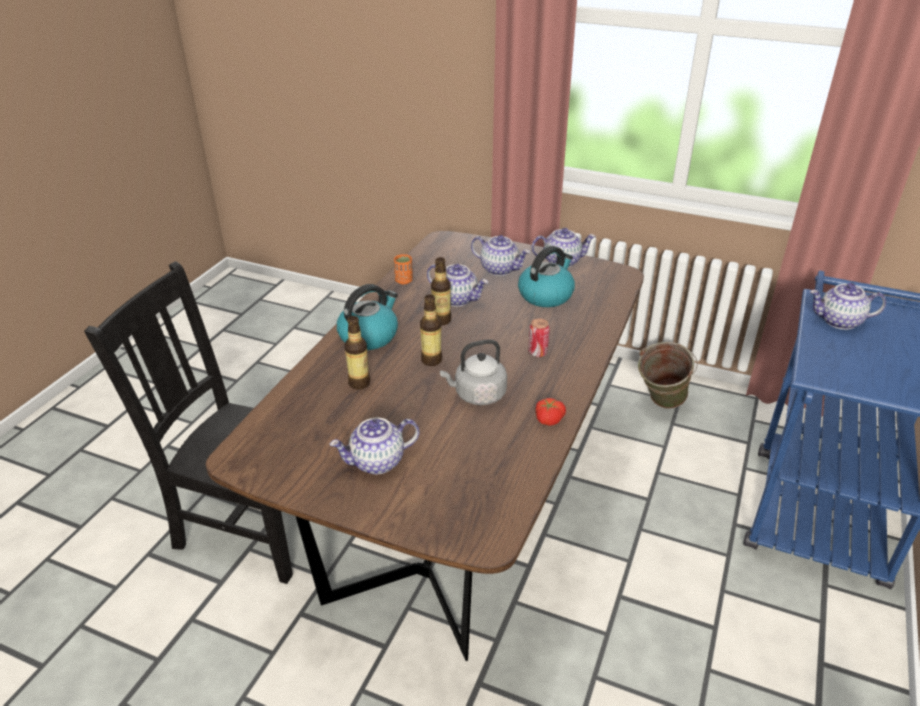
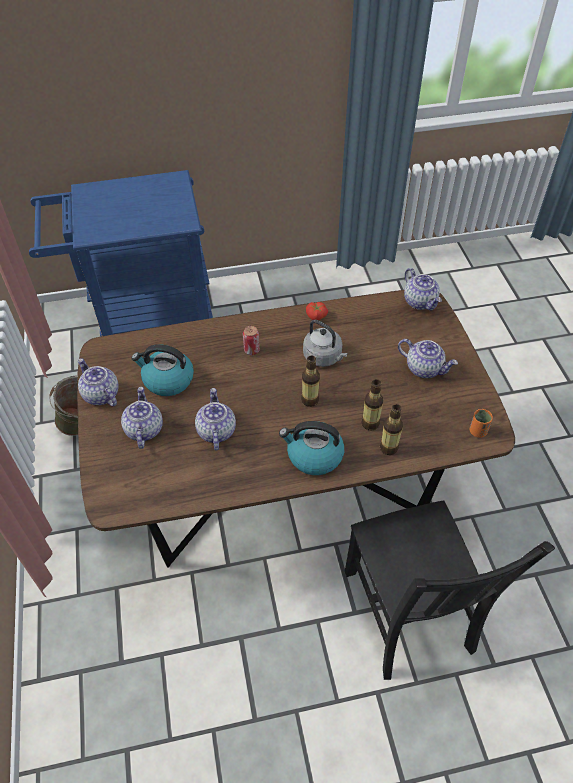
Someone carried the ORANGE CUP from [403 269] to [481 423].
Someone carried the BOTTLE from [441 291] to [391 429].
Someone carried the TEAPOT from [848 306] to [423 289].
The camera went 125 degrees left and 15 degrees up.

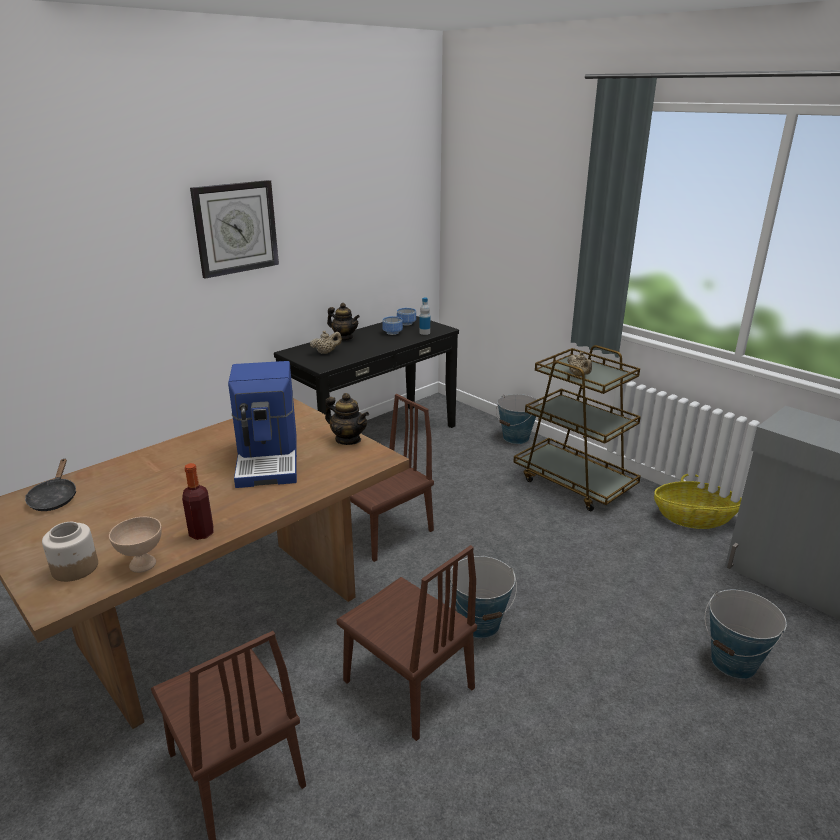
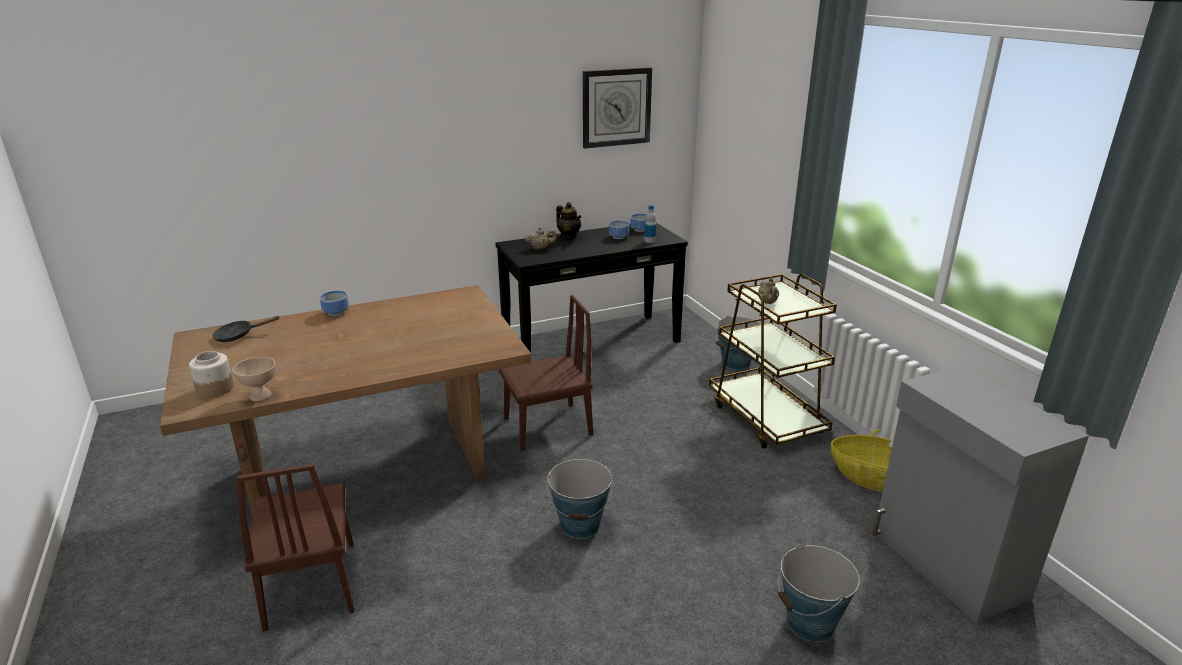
Someone carried the WALL CLOCK from [234 229] to [617 107].
Someone took away the COFFEE MACHINE at [262 424].
Someone took away the TEAPOT at [347 419].
Someone rotated the BLACK FRYING PAN at [50 484] by 60 degrees clockwise.
Someone took away the BOTTLE at [198 501].
Someone took away the BROWN CHAIR at [406 643].
Someone put down the BOWL at [334 303].
The camera went 20 degrees right and 0 degrees up.

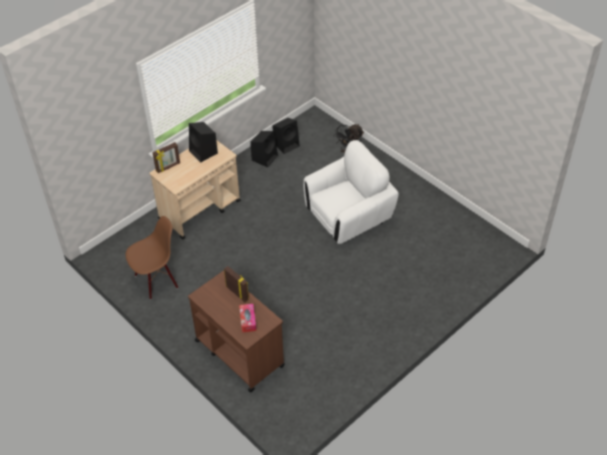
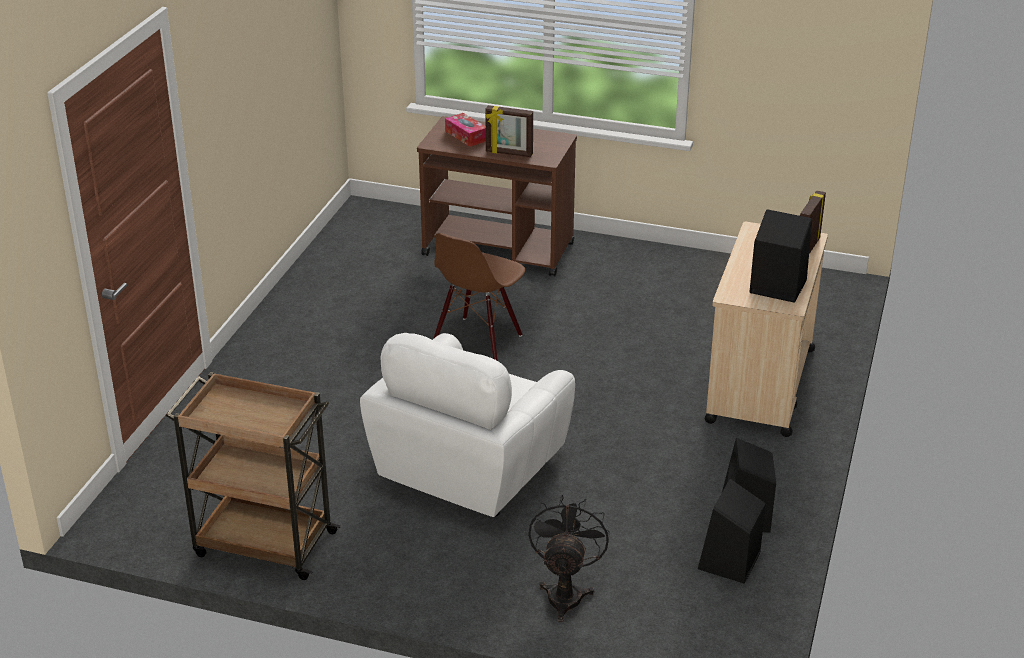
Someone carried the BROWN CHAIR from [152 257] to [479 297].
Someone put down the BROWN CART at [253 476].
The camera went 150 degrees right and 15 degrees down.

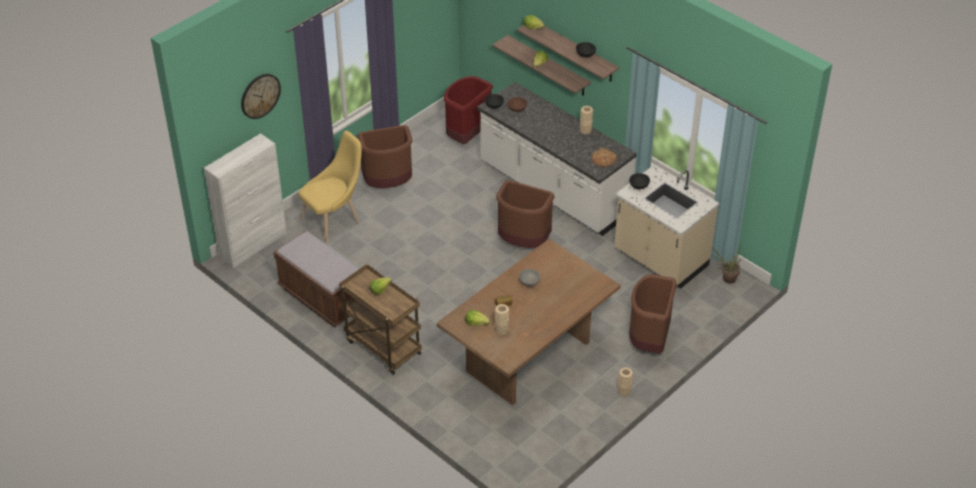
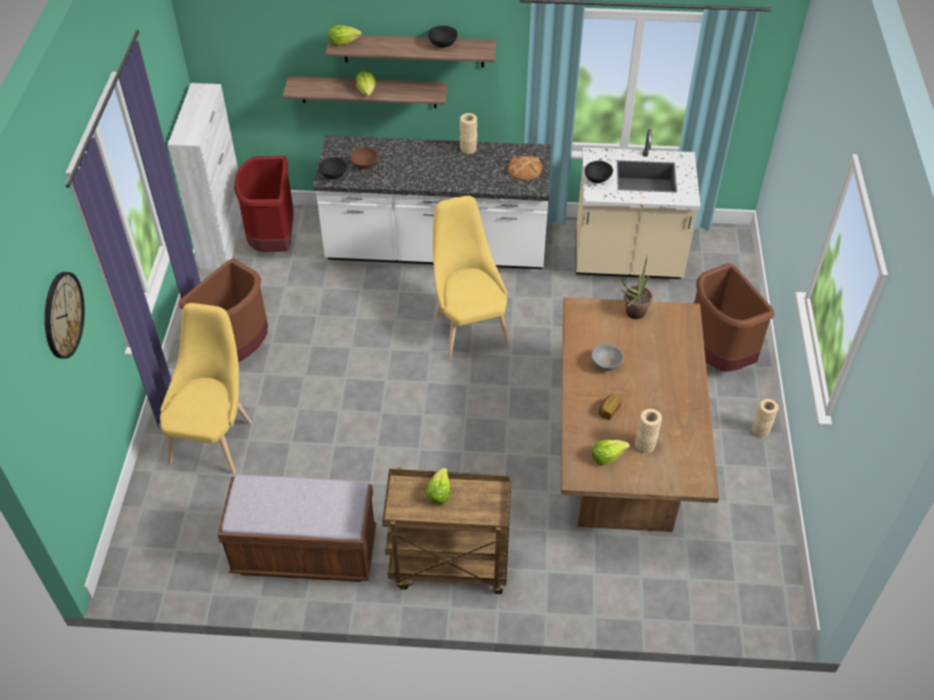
Someone carried the WHITE CABINET from [245 200] to [205 176].
Someone swapped the BROWN TRASH CAN at [525 214] for the YELLOW CHAIR at [471 277].
Someone carried the POTTED PLANT from [727 264] to [637 288].
The camera went 40 degrees left and 5 degrees up.

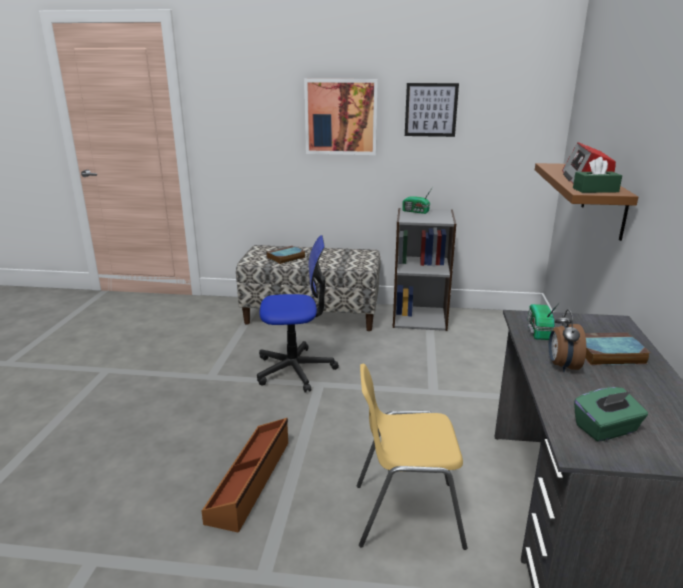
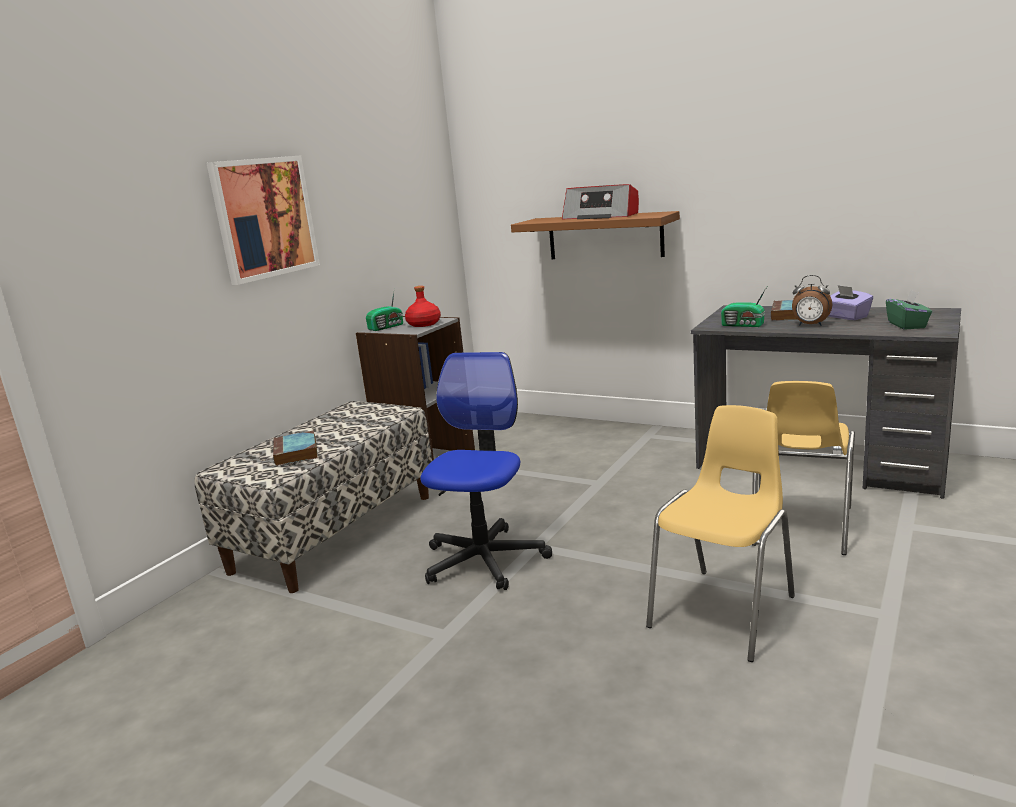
Someone took away the PICTURE at [432 110].
Someone took away the GREEN TISSUE BOX at [597 175].
Someone swapped the BROWN STORAGE BOX at [245 475] for the YELLOW CHAIR at [720 533].
Someone put down the PURPLE TISSUE BOX at [851 302].
Someone put down the RED BOTTLE at [423 306].
The camera went 65 degrees left and 5 degrees down.

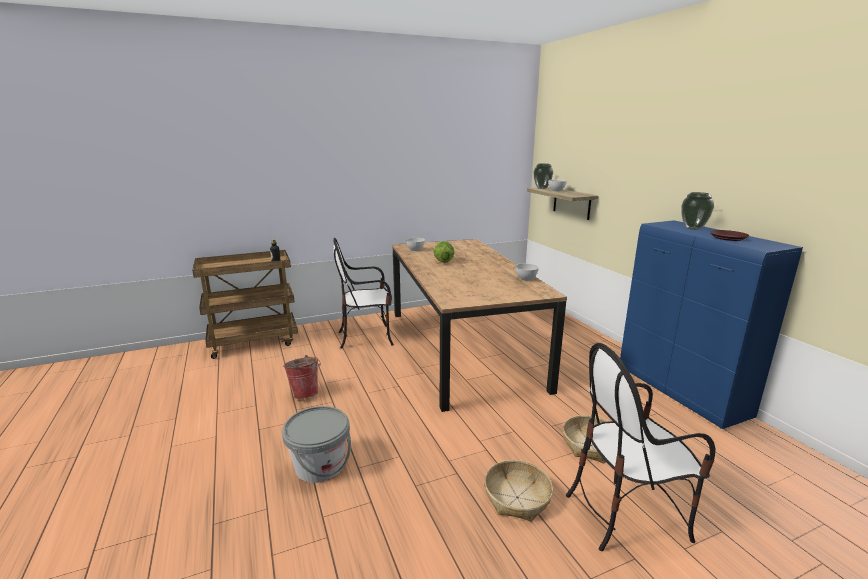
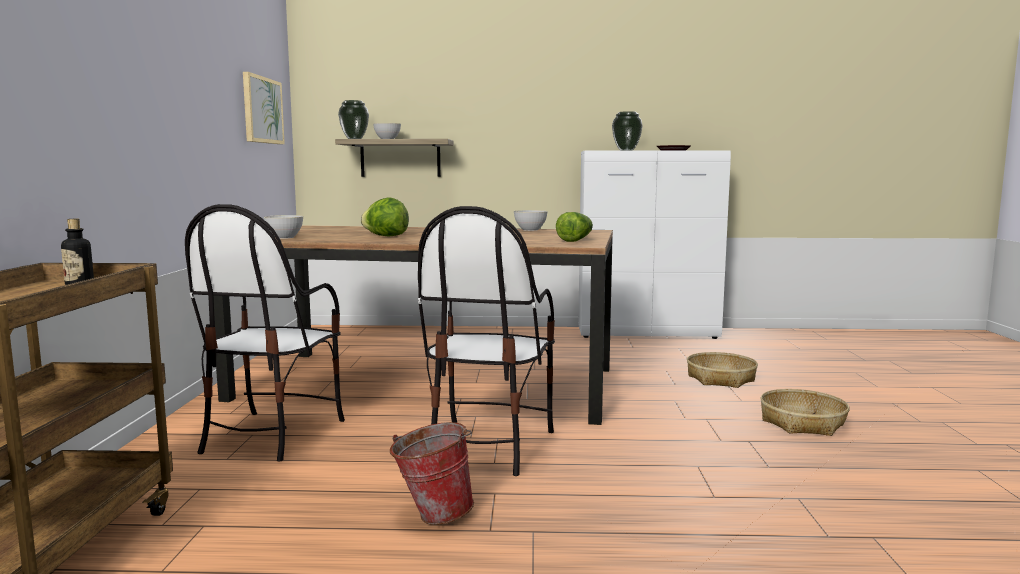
Someone repainted the BLUE CABINET at [711 324], which became the WHITE CABINET at [654 244].
Someone carried the CHAIR from [640 447] to [486 341].
Someone took away the GREY BUCKET at [316 444].
Someone put up the PICTURE at [264 108].
Someone put down the LETTUCE at [574 227].
The camera went 65 degrees left and 10 degrees down.

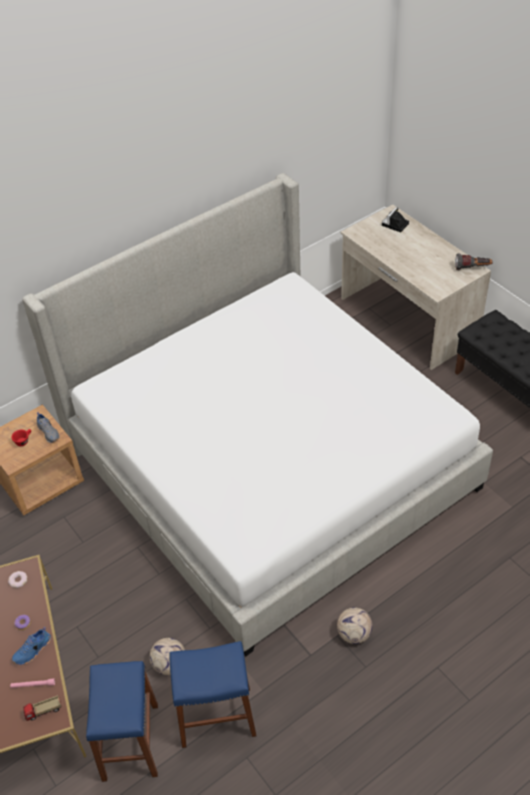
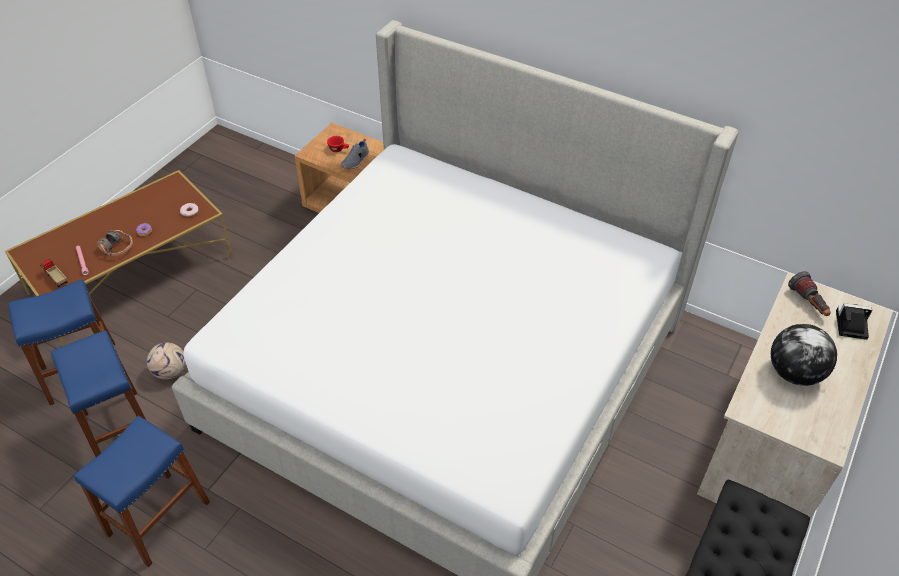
Someone carried the FLASHLIGHT from [474 261] to [809 293].
Someone took away the FOOTBALL at [354 625].
Someone swapped the BLUE SHOE at [31 646] for the HEADPHONES at [115 243].
Someone put down the GLOBE at [804 355].
Someone put down the BLUE STOOL at [142 491].
The camera went 65 degrees right and 0 degrees up.

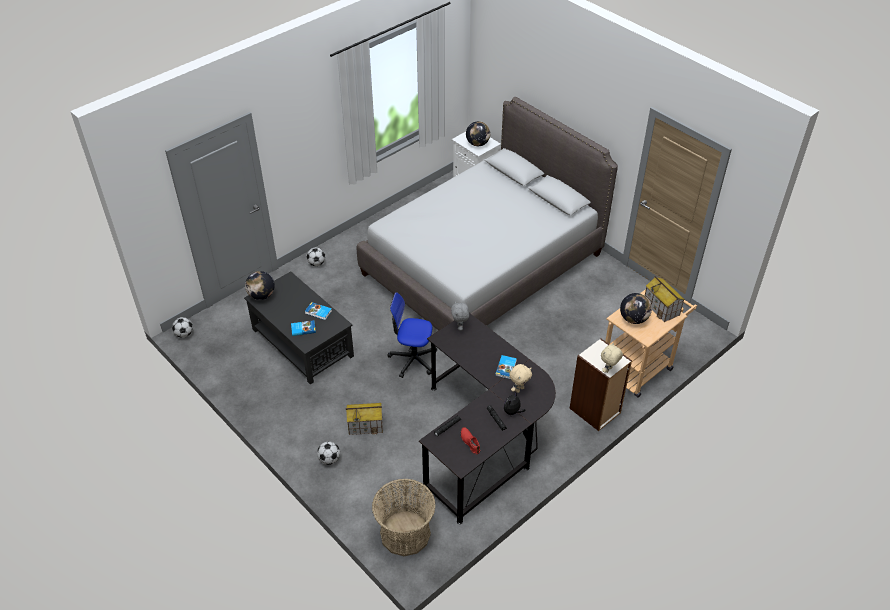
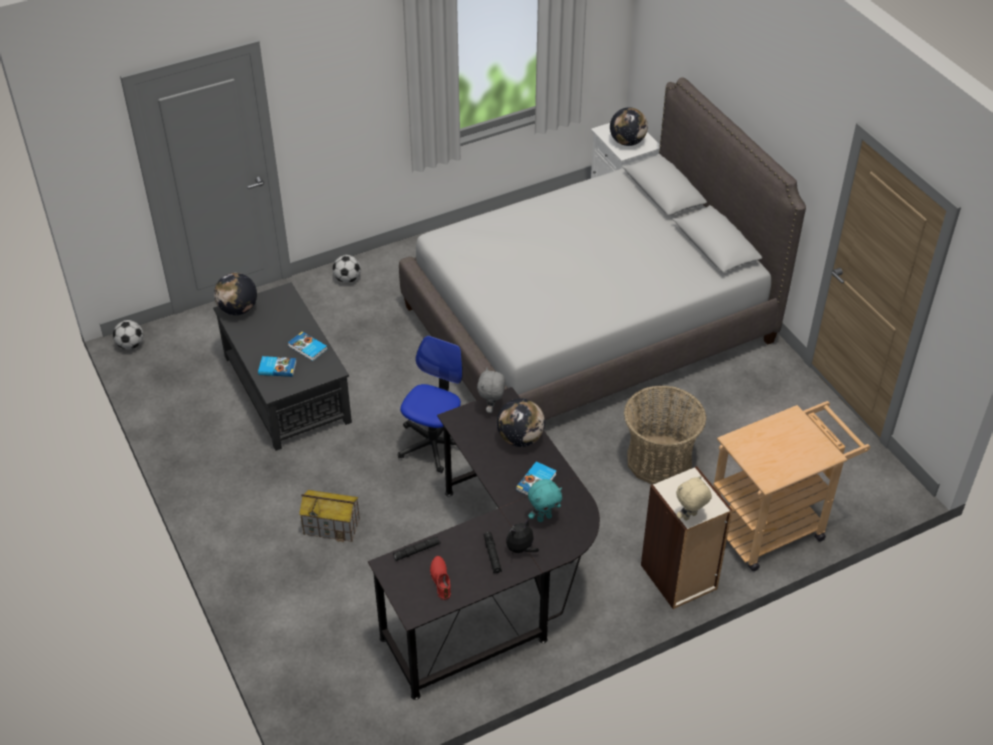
Someone took away the TOY HOUSE at [665 299].
Someone rotated the OFFICE CHAIR at [412 335] by 90 degrees clockwise.
Someone carried the GLOBE from [636 308] to [521 422].
Someone repainted the BEIGE PLUSH TOY at [520 378], which became the TURQUOISE PLUSH TOY at [545 500].
Someone took away the FOOTBALL at [328 453].
Someone carried the BASKET from [404 517] to [665 434].
The camera went 15 degrees right and 0 degrees up.

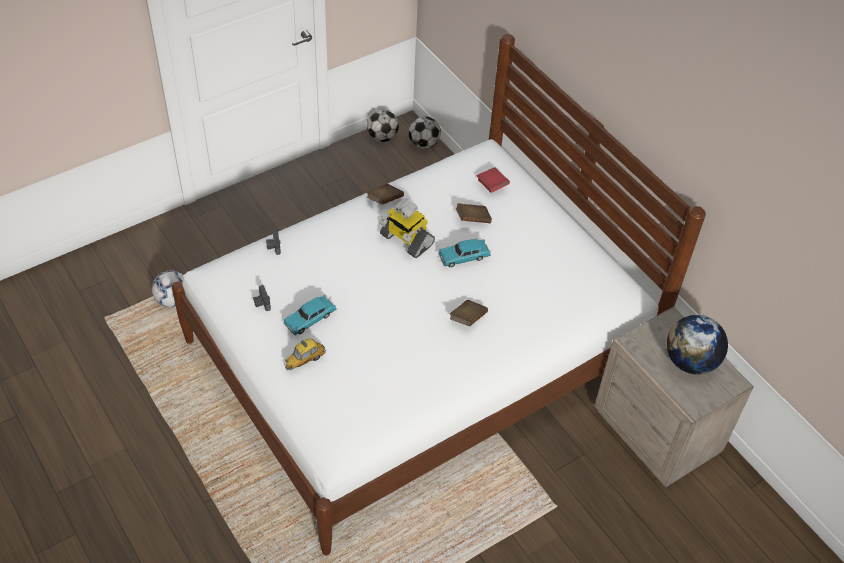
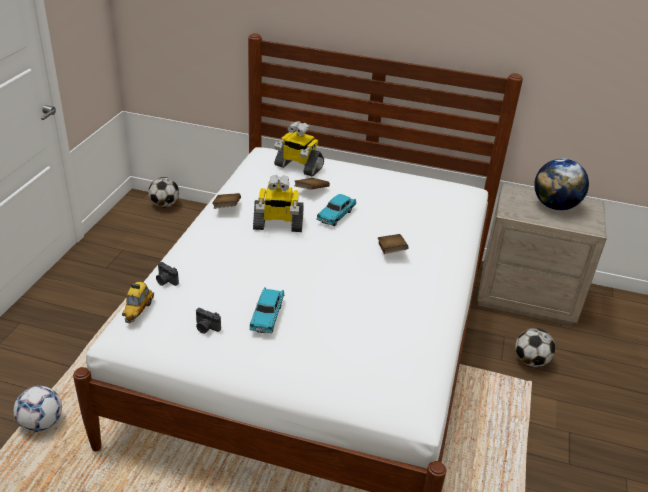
Someone carried the FOOTBALL from [383 125] to [535 347].
Someone swapped the RED BOOK at [493 180] for the TOY ROBOT at [299 149].
Someone carried the TOY CAR from [305 354] to [138 302].
The camera went 40 degrees left and 15 degrees down.

